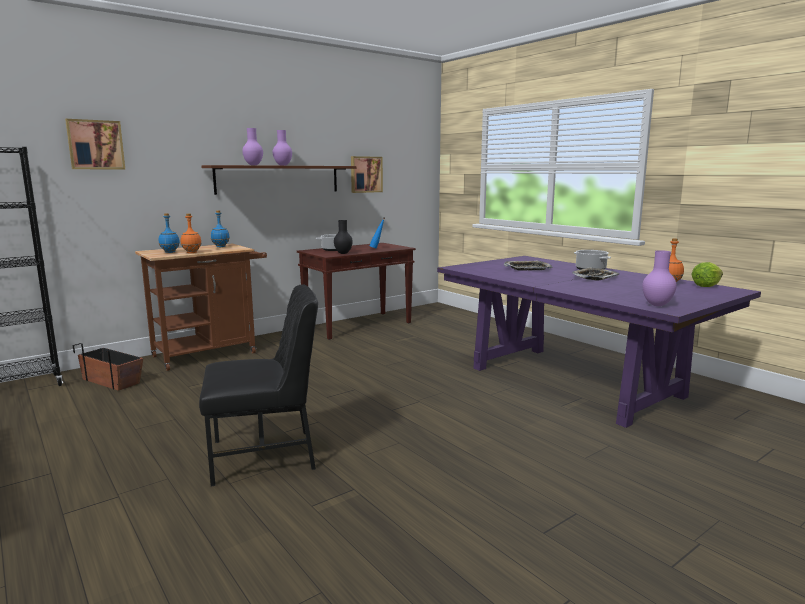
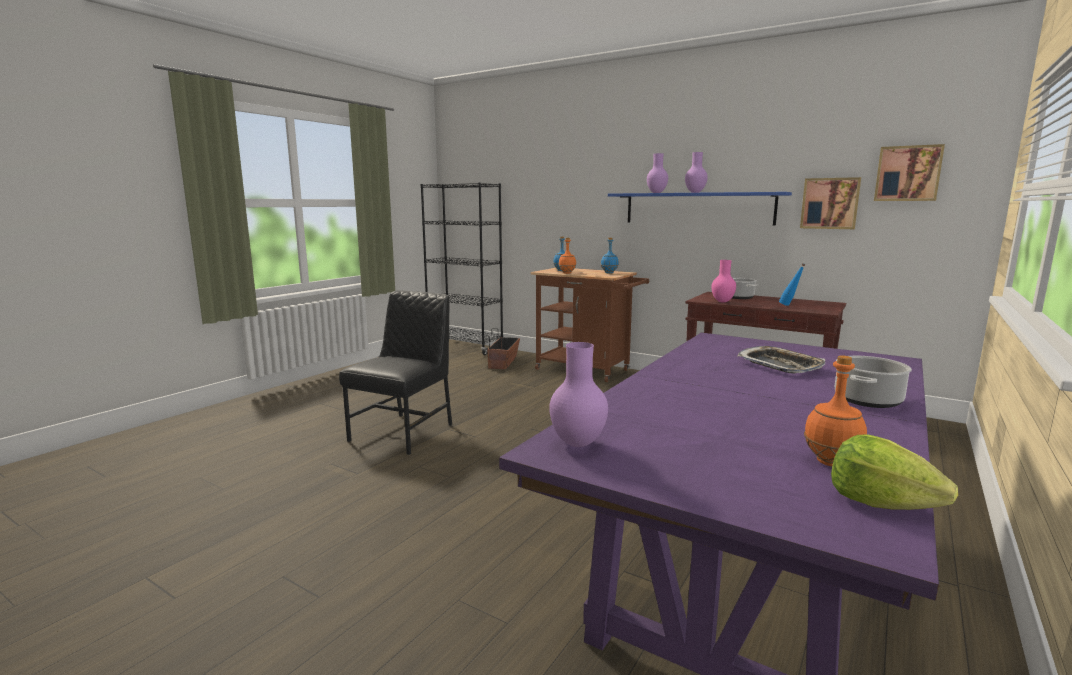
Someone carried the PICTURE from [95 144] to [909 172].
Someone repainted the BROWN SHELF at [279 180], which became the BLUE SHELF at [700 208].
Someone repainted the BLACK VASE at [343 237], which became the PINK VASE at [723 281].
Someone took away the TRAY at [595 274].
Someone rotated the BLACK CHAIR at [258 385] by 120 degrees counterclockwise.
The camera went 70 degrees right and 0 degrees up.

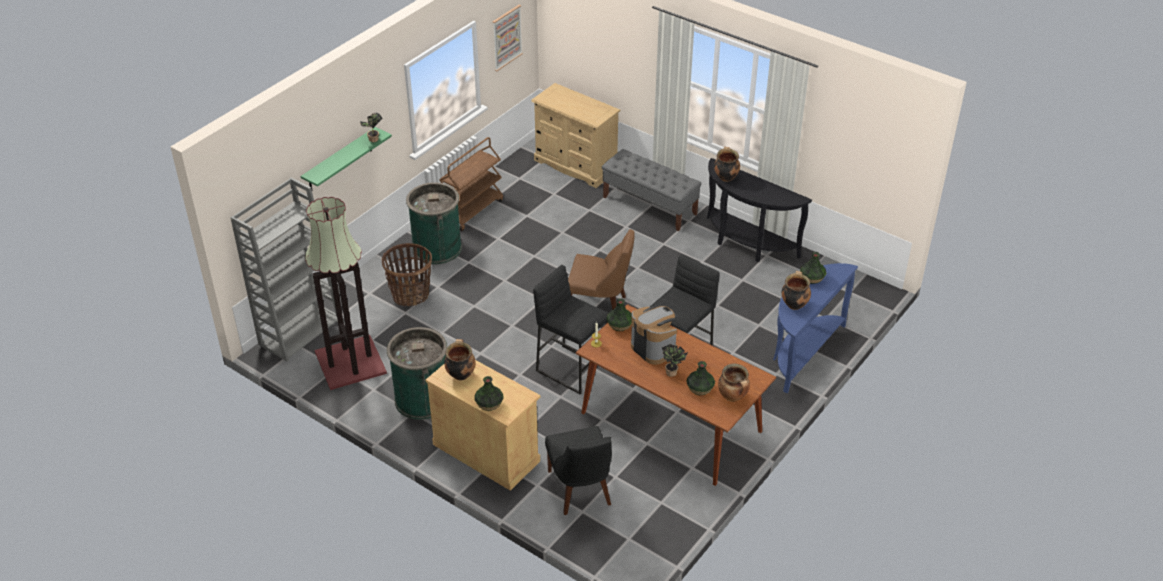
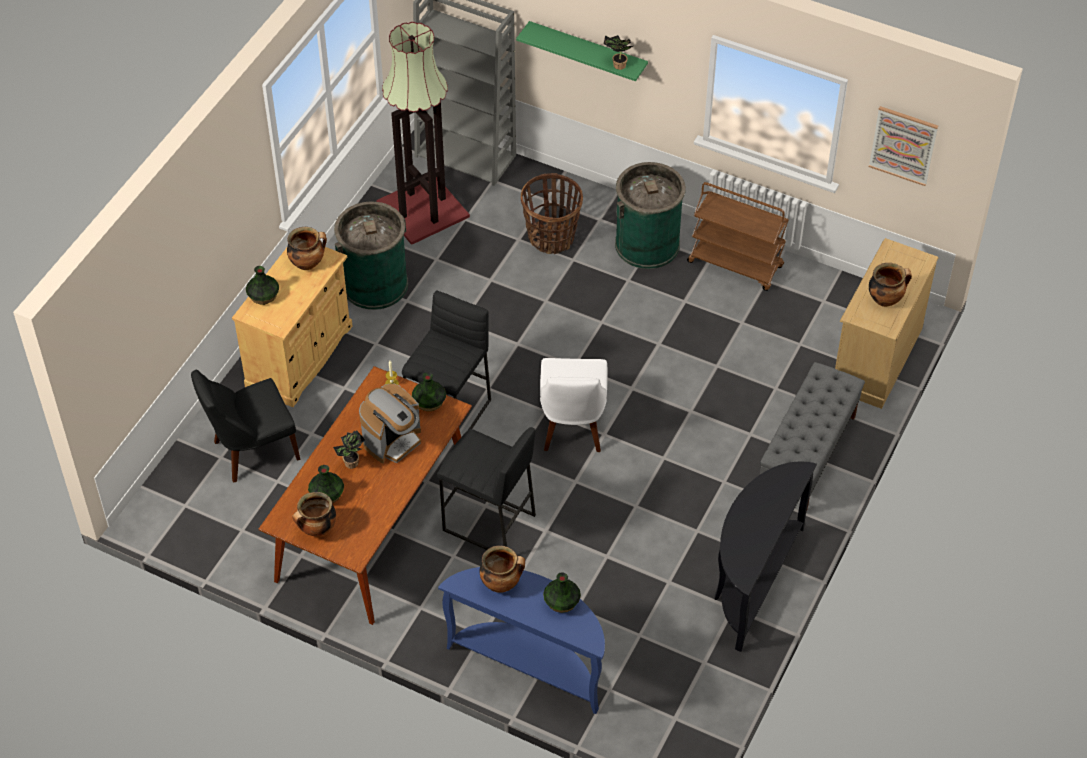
Someone carried the COOKING POT from [727 164] to [890 285].
Someone repainted the BROWN CHAIR at [601 269], which became the WHITE CHAIR at [573 405].
The camera went 80 degrees right and 10 degrees up.

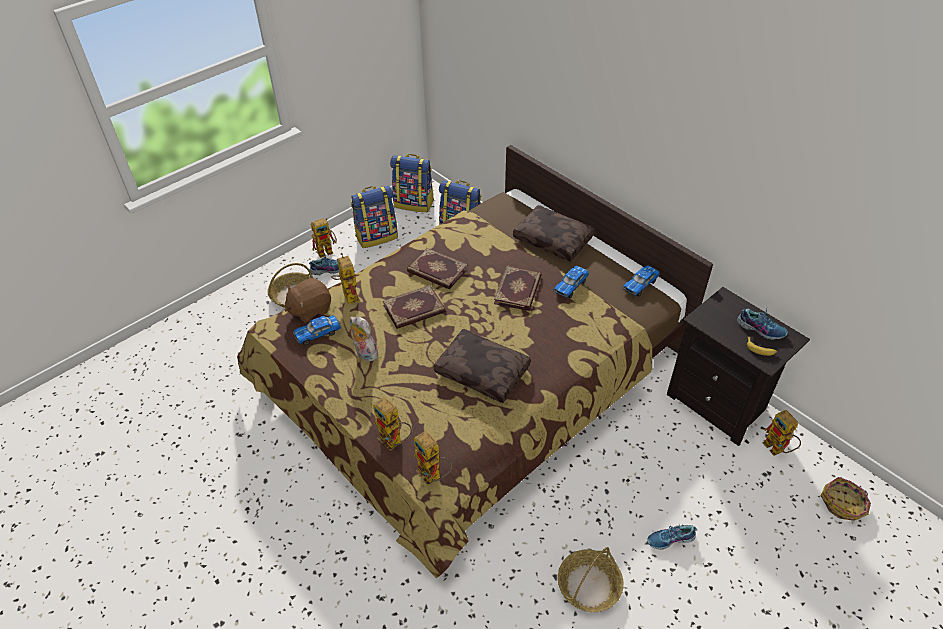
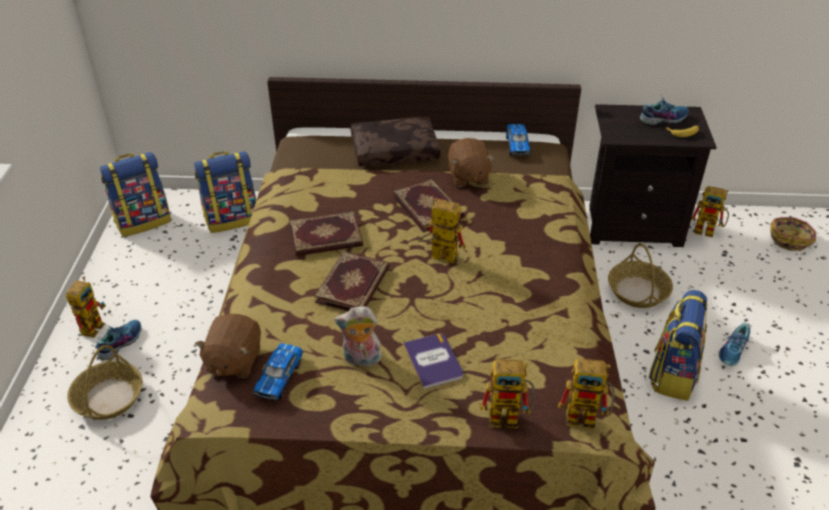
Someone carried the BACKPACK from [374 216] to [677 345].
Someone carried the TOY ROBOT from [345 278] to [441 231].
Someone swapped the TOY CAR at [571 282] for the BROWN PLUSH TOY at [471 162].
Someone took away the BROWN PILLOW at [482 366].
Someone carried the BASKET from [590 579] to [640 275].
Someone put down the BOOK at [433 361].
The camera went 45 degrees left and 5 degrees down.

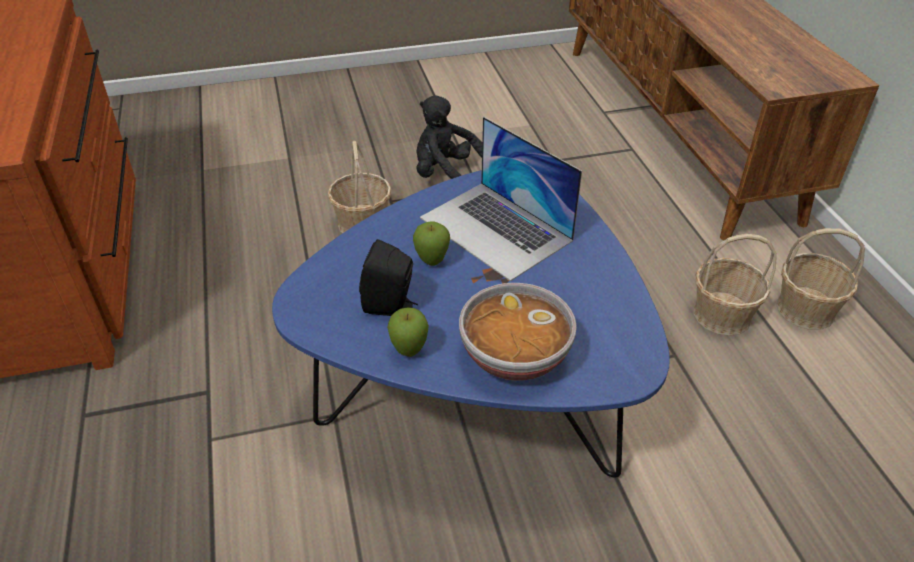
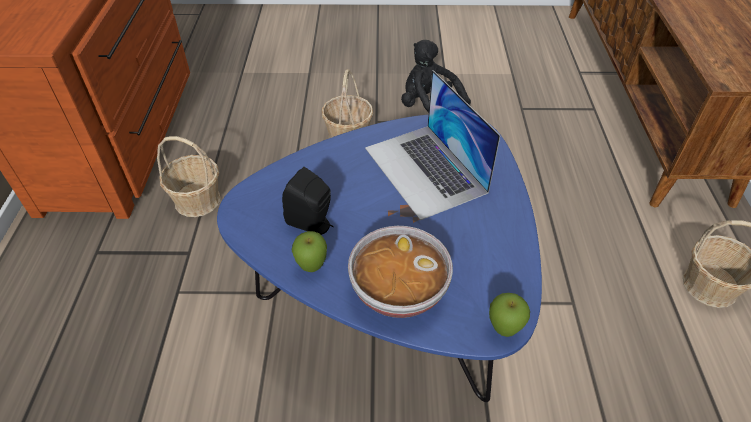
Someone carried the APPLE from [431 243] to [509 315].
Someone carried the BASKET from [735 285] to [189 176].
The camera went 15 degrees right and 5 degrees up.

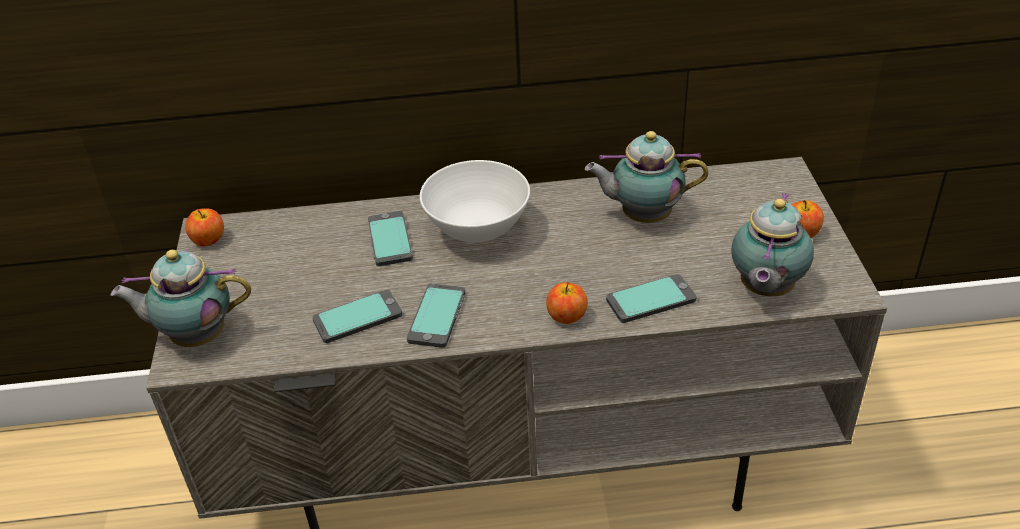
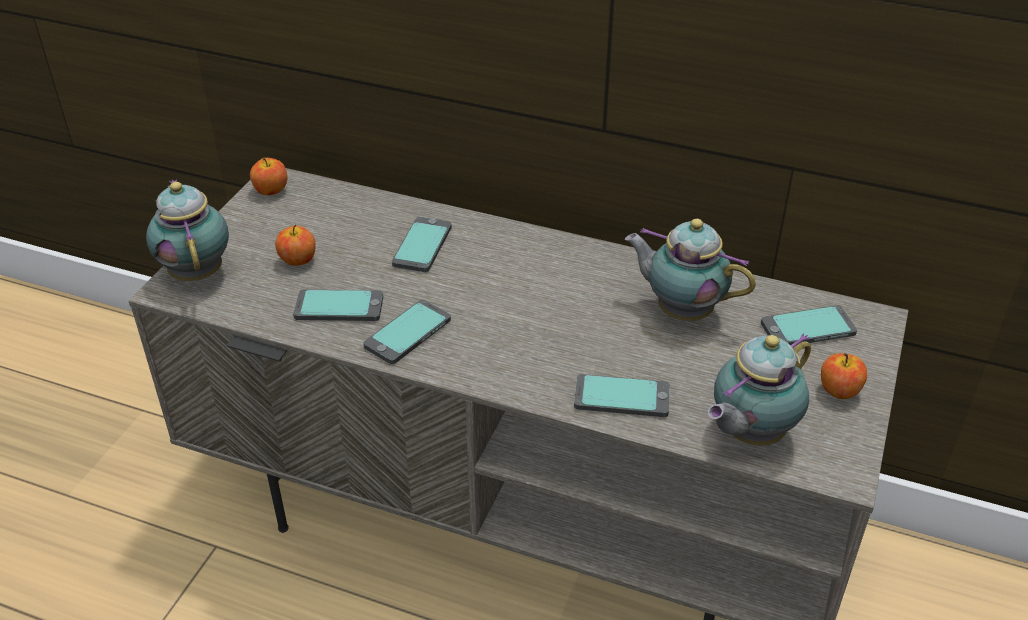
Someone took away the WHITE BOWL at [475 201].
Someone rotated the TEAPOT at [181 298] by 45 degrees clockwise.
Someone carried the APPLE from [567 303] to [295 245].
Someone put down the PHONE at [809 325].
The camera went 25 degrees right and 0 degrees up.

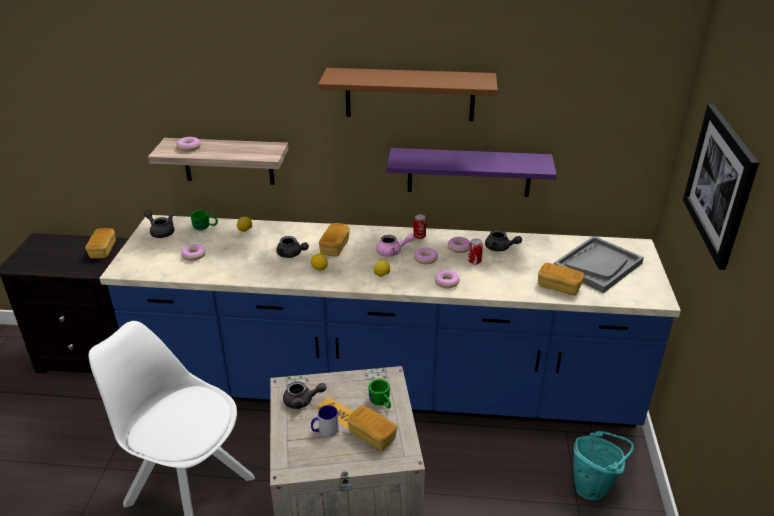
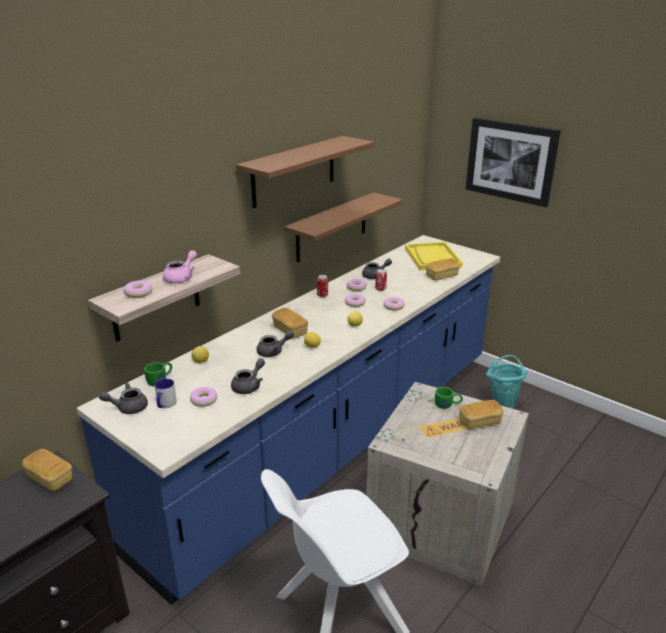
Someone repainted the PURPLE SHELF at [471 172], which became the BROWN SHELF at [343 227].
Someone carried the PINK TEAPOT from [395 245] to [180 267].
Someone repainted the GREY TRAY at [599 264], which became the YELLOW TRAY at [434 256].
Someone carried the GREY TEAPOT from [304 395] to [248 376].
Someone carried the MUG from [325 421] to [166 393].
The camera went 55 degrees left and 5 degrees down.

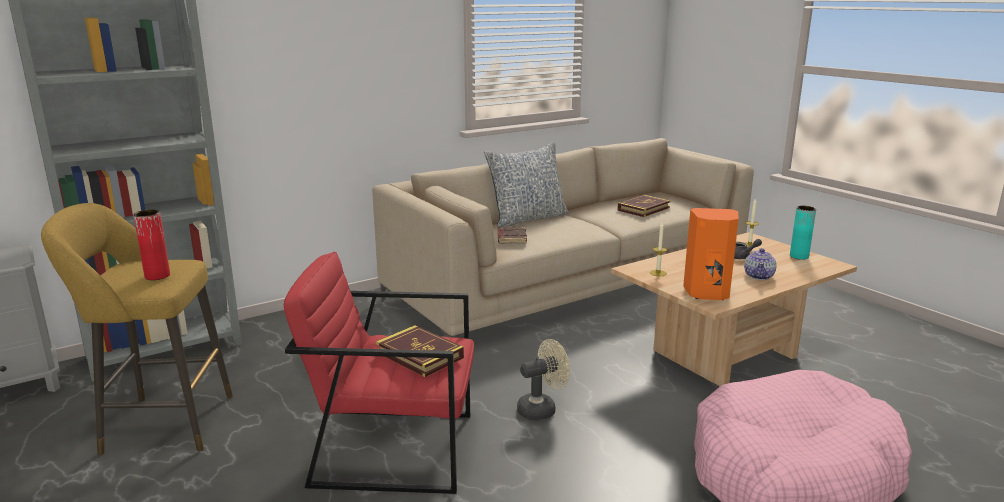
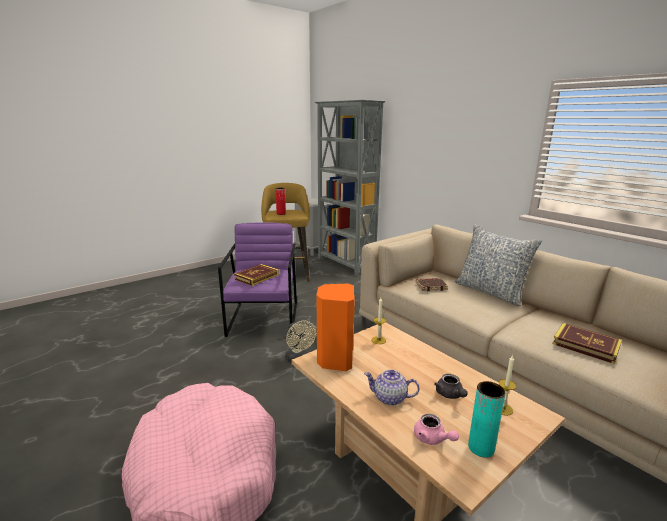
Someone repainted the RED ARMCHAIR at [379 373], which became the PURPLE ARMCHAIR at [257 280].
Someone put down the PINK TEAPOT at [436 429].
The camera went 85 degrees right and 0 degrees up.

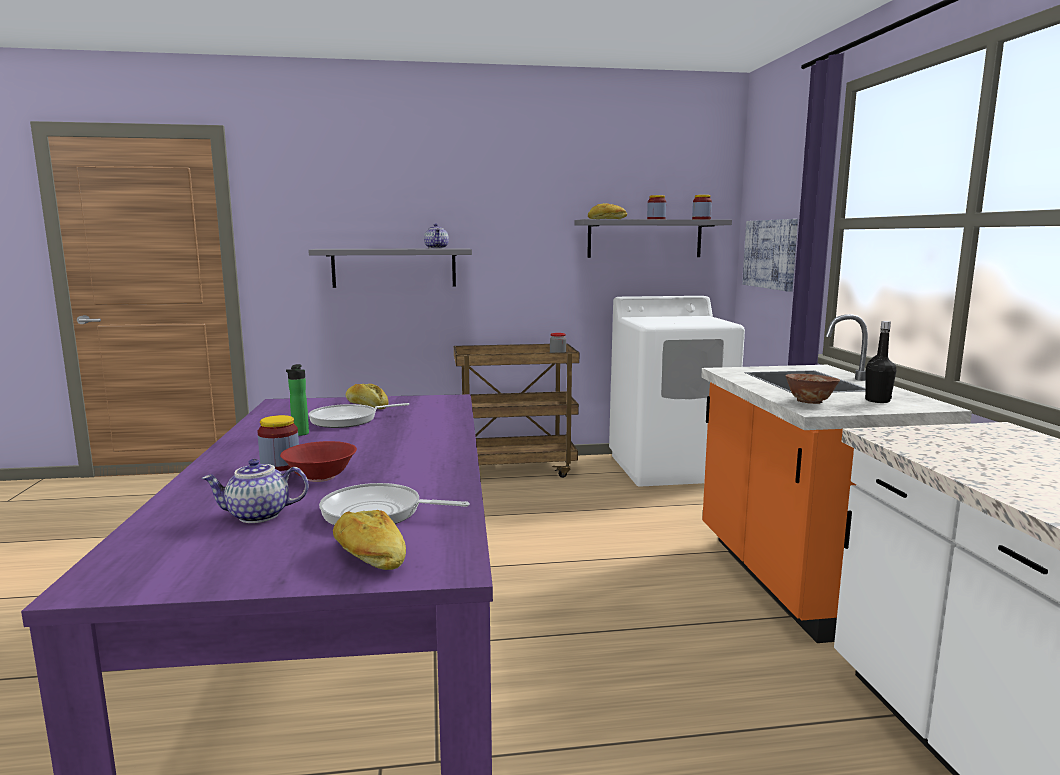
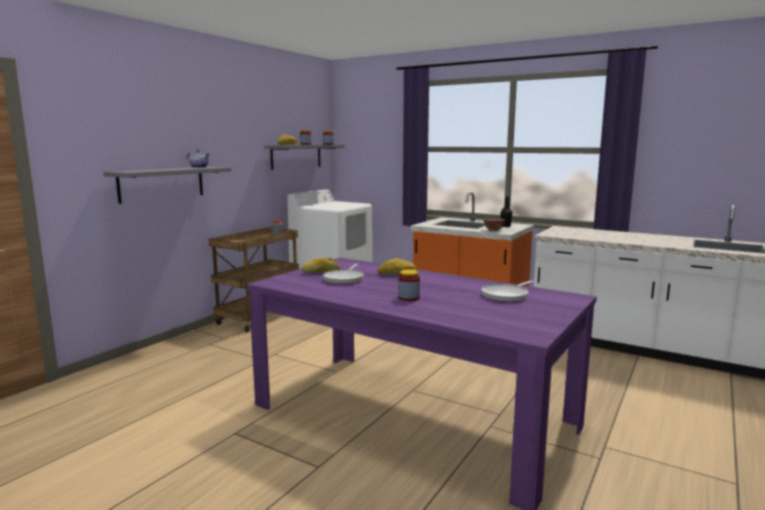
Someone took away the PICTURE at [770 255].
Someone took away the BOTTLE at [297 400].
Someone took away the RED BOWL at [318 461].
Someone took away the TEAPOT at [254 491].
Someone carried the BREAD from [369 540] to [397 266].
The camera went 50 degrees left and 0 degrees up.

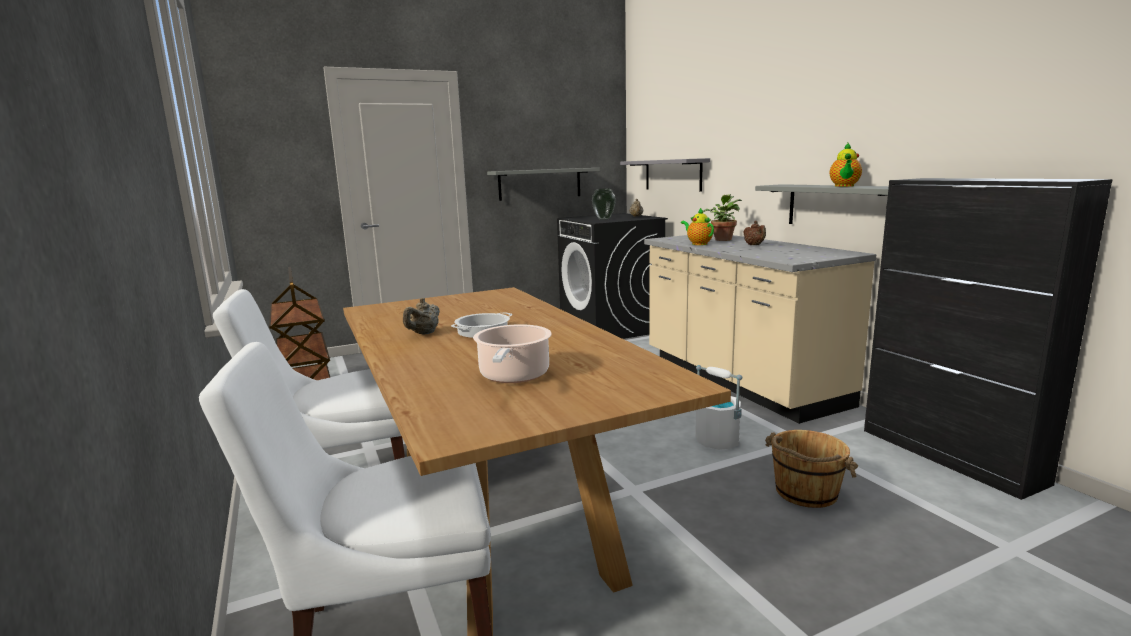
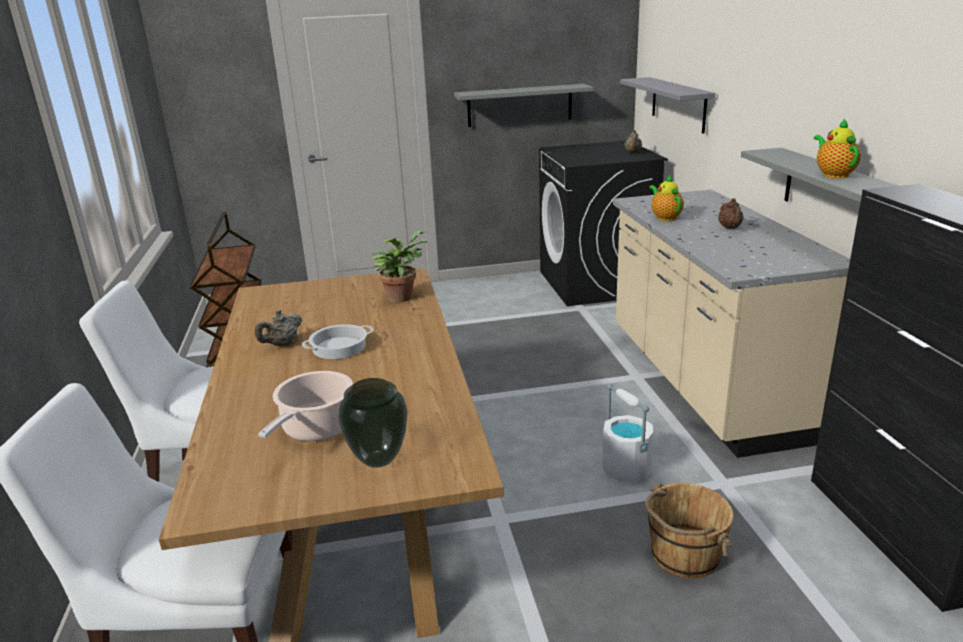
Someone rotated the TEAPOT at [846 165] by 135 degrees clockwise.
Someone carried the VASE from [604 204] to [373 423].
Someone carried the POTTED PLANT from [722 217] to [399 266].
The camera went 15 degrees right and 10 degrees up.

